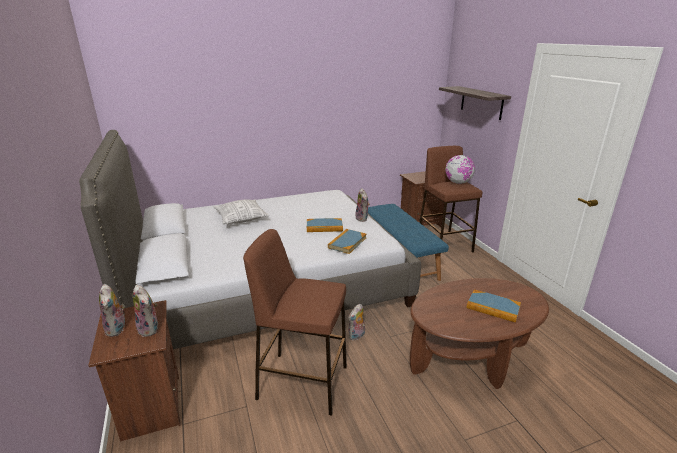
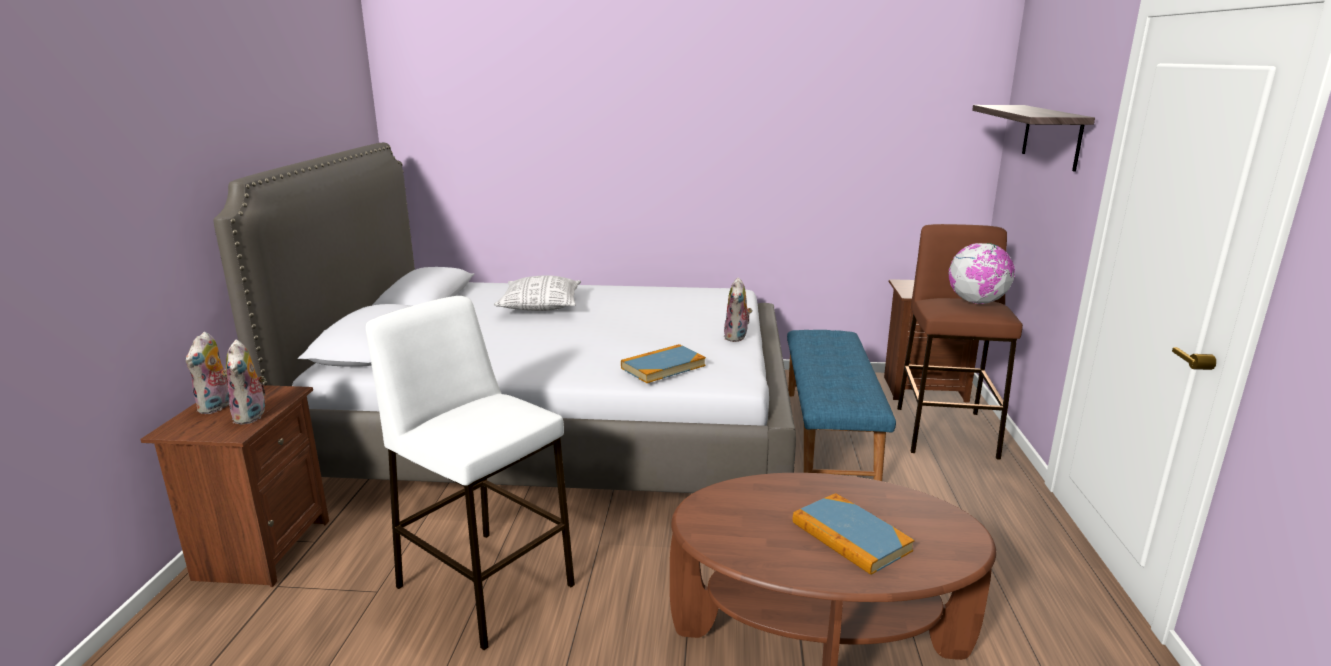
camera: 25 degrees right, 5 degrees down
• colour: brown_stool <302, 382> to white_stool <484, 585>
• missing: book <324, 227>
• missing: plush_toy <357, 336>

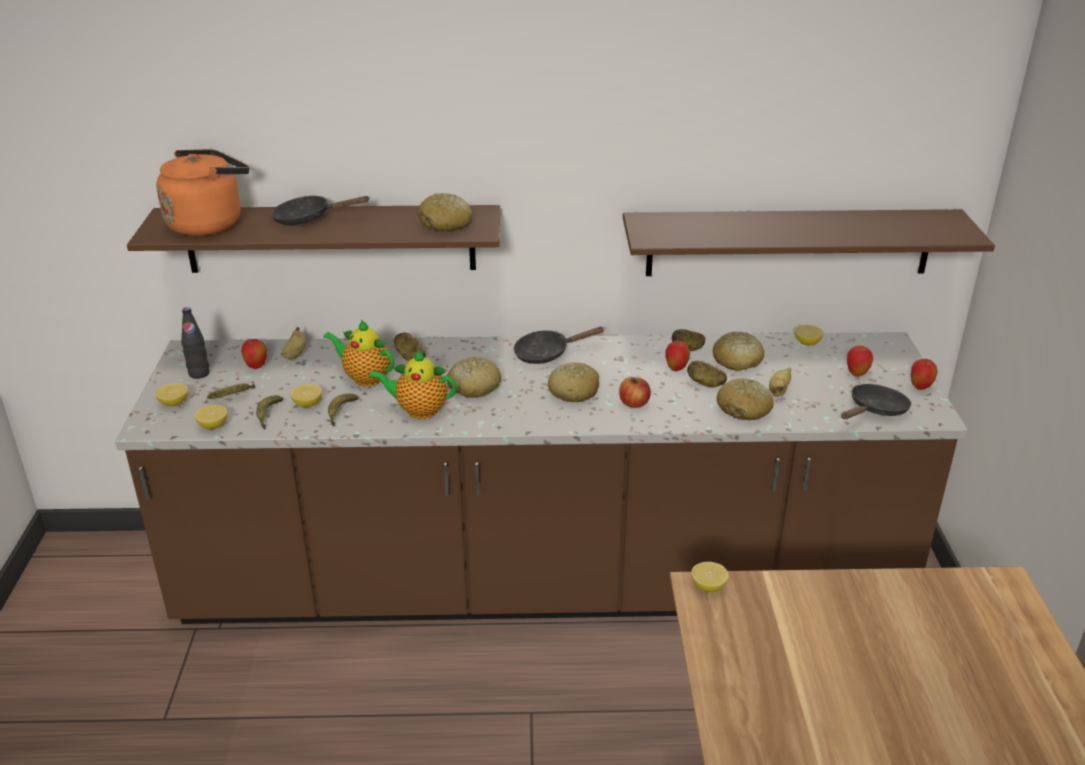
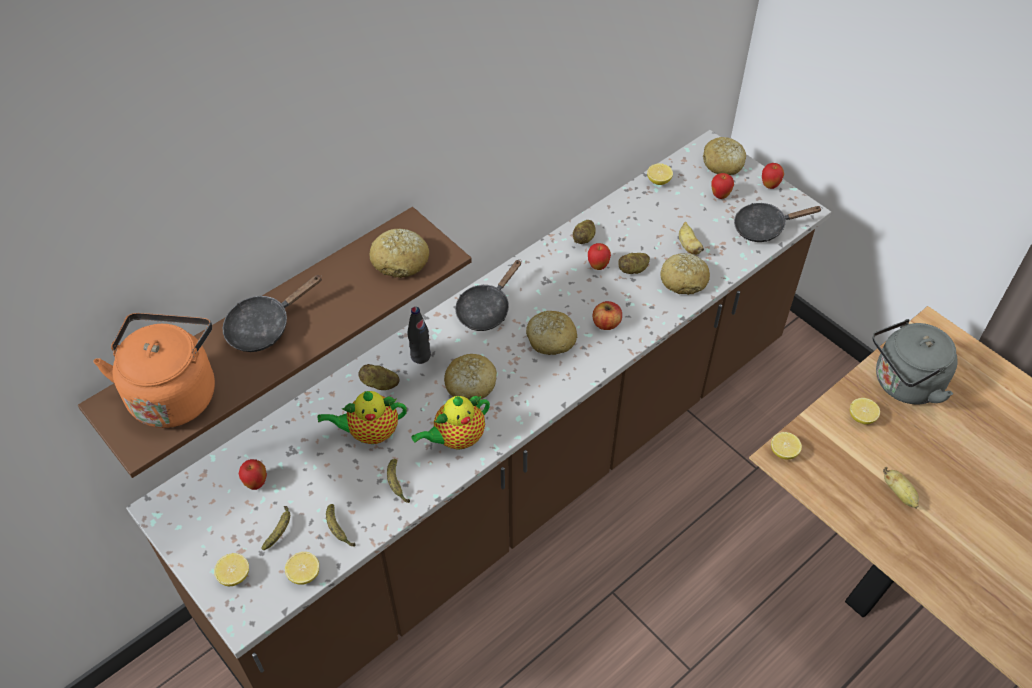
camera: 40 degrees left, 20 degrees up
• relocated: black_bottle <199, 373> to <420, 356>
• relocated: banana <295, 354> to <899, 494>
• relocated: lemon <307, 404> to <861, 417>
• missing: brown_shelf <788, 242>
• relocated: bread <737, 361> to <723, 163>
• spun: black_frying_pan <875, 410> = <764, 227> 105 degrees counterclockwise
• appeared: grey_kettle <903, 384>

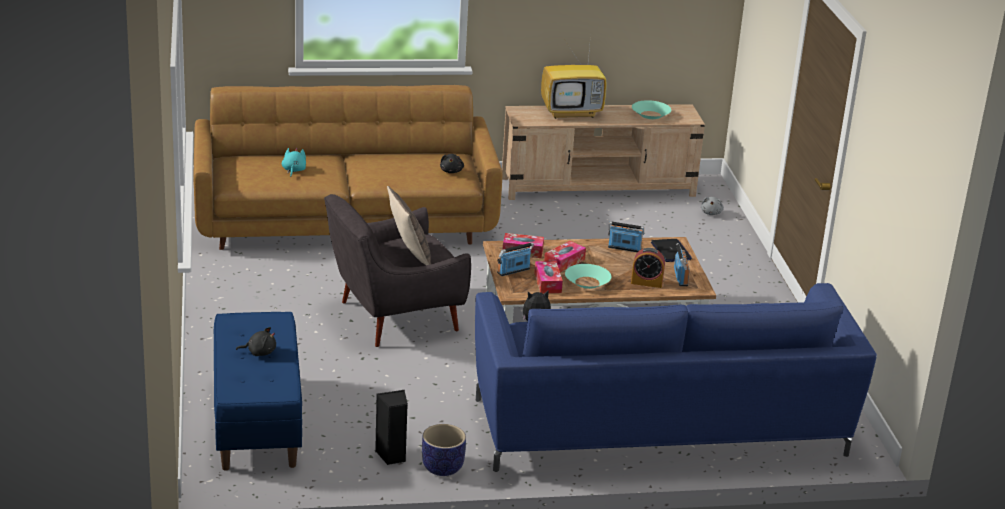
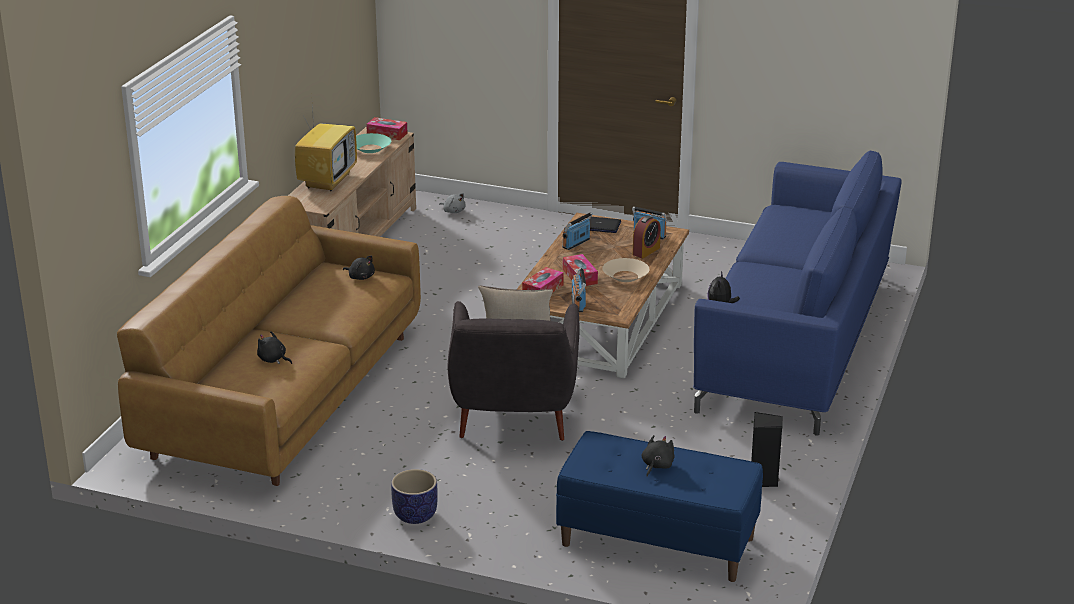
camera: 60 degrees left, 0 degrees up
• colour: turquoise_plush_toy <293, 170> to black_plush_toy <273, 360>
• relocated: planter <442, 468> to <415, 515>
• relocated: tissue_box <547, 283> to <387, 134>
• colour: turquoise_bowl <587, 282> to beige_bowl <625, 276>

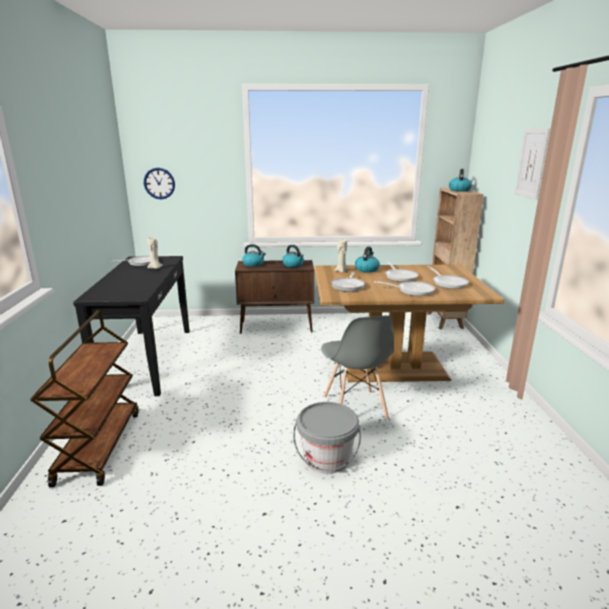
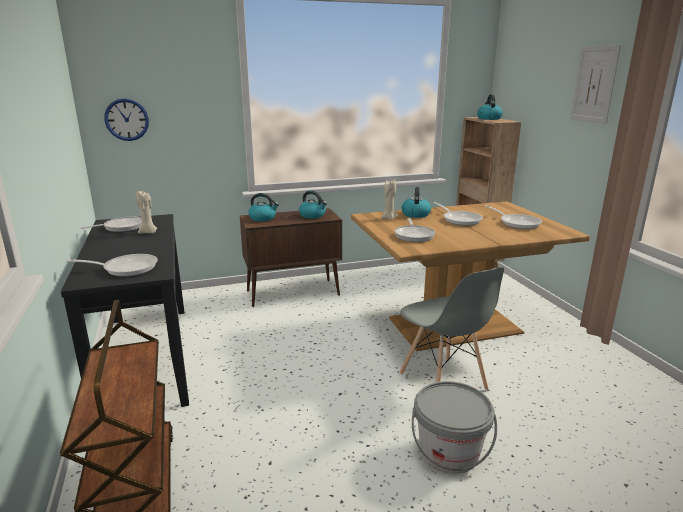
camera: 15 degrees left, 0 degrees up
• relocated: frying_pan <412, 291> to <126, 268>

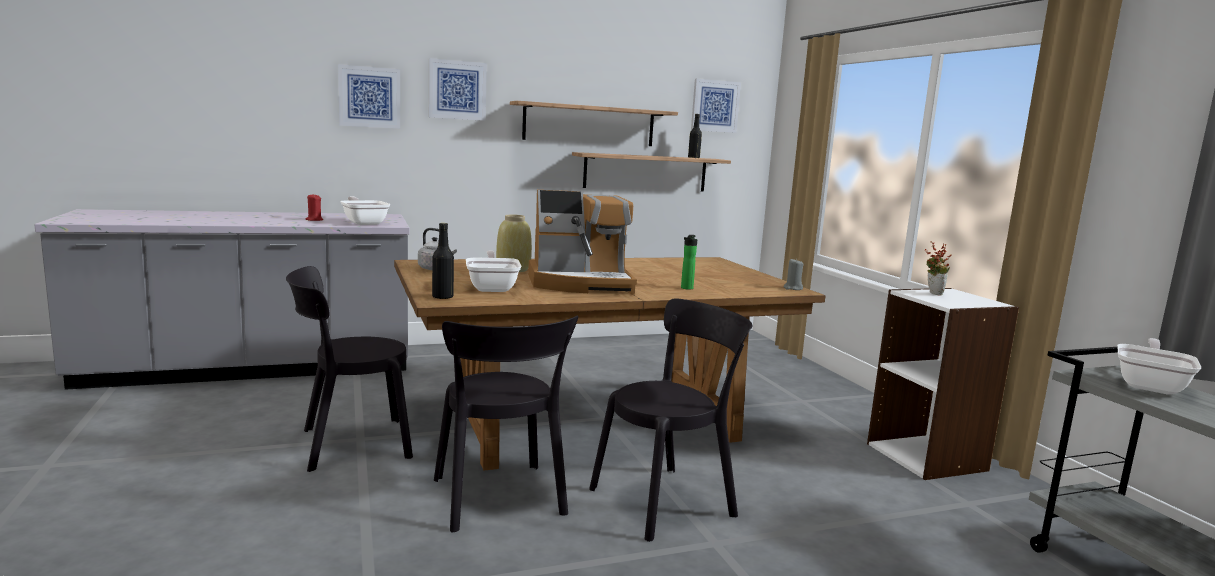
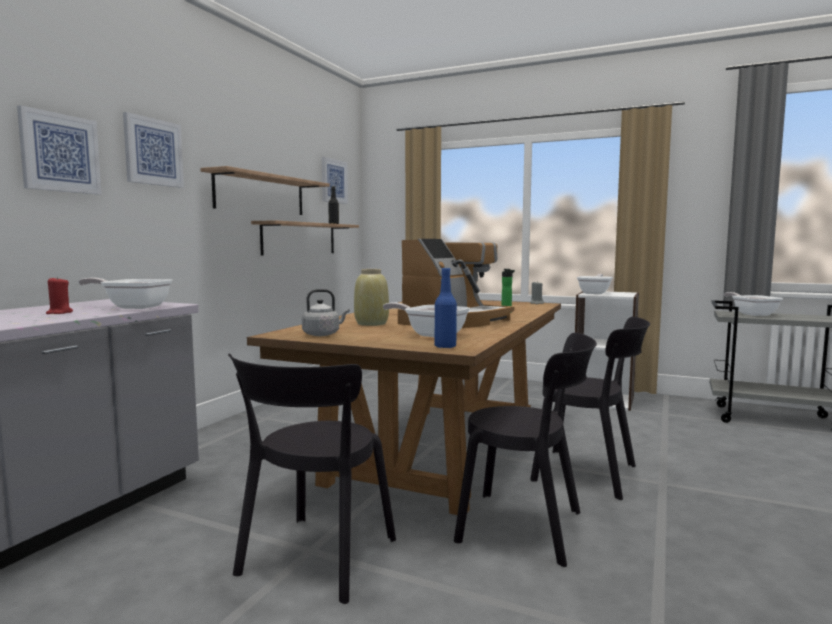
camera: 45 degrees left, 5 degrees down
• colour: black_bottle <442, 297> to blue_bottle <445, 346>
• spun: black_chair <667, 500> = <590, 474> 105 degrees clockwise
• exchanged: potted_plant <932, 293> to frying_pan <595, 293>

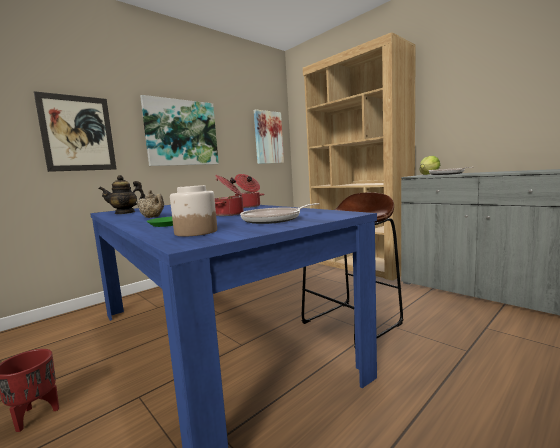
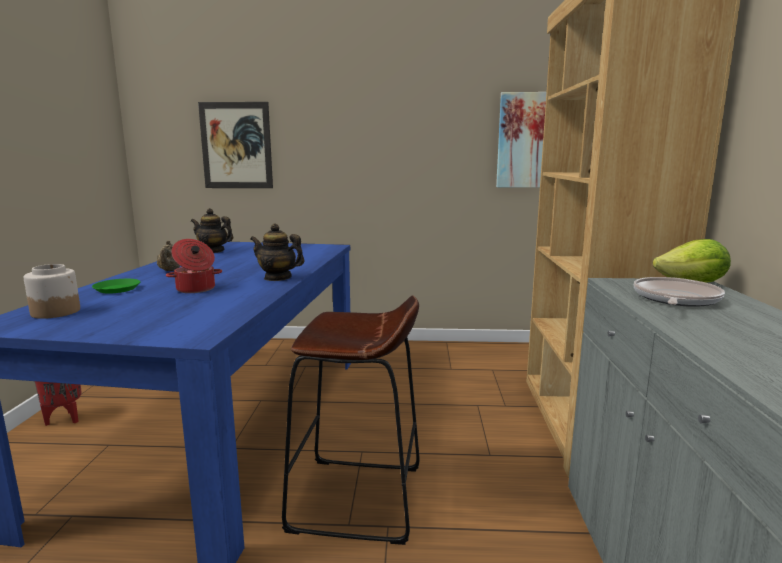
camera: 45 degrees right, 5 degrees up
• missing: picture <181, 133>
• exchanged: cooking_pot <248, 206> to teapot <278, 278>
• missing: frying_pan <274, 220>

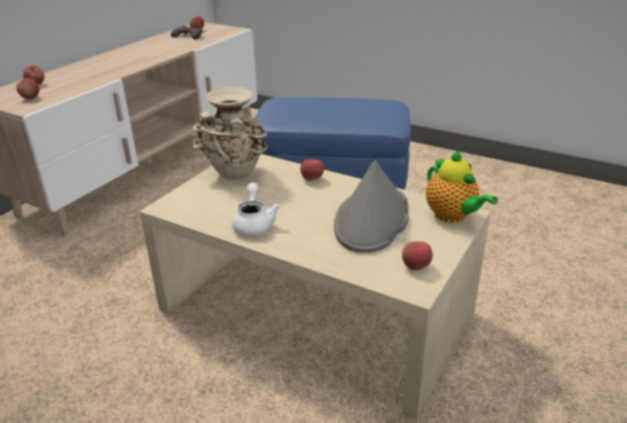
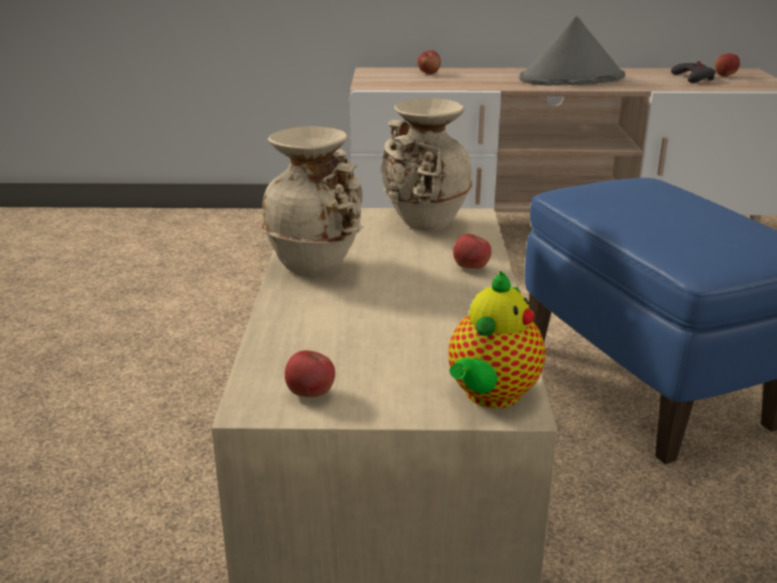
camera: 60 degrees right, 5 degrees down
• missing: apple <30, 98>
• exchanged: white_teapot <254, 224> to beige_vase <317, 266>
• relocated: grey_hat <372, 220> to <571, 79>

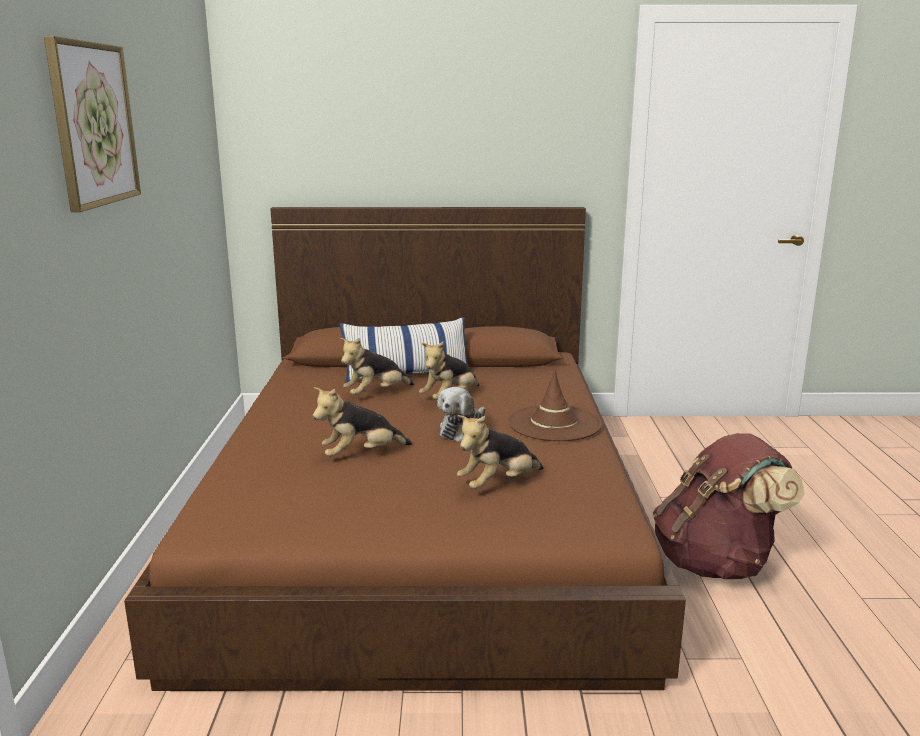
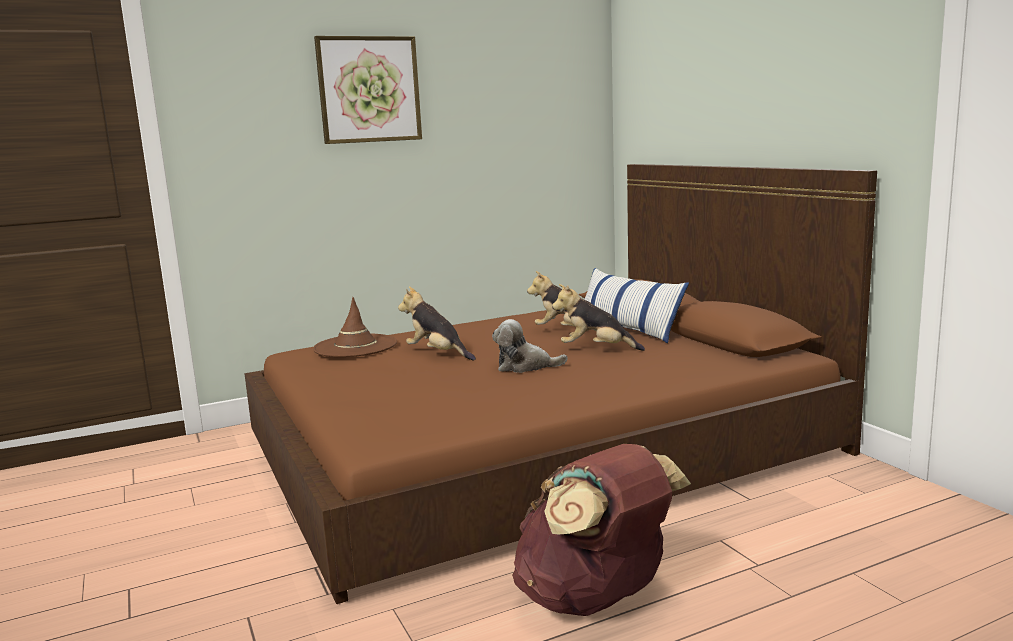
camera: 65 degrees right, 5 degrees down
• missing: plush_toy <498, 484>
• relocated: brown_hat <554, 423> to <355, 346>

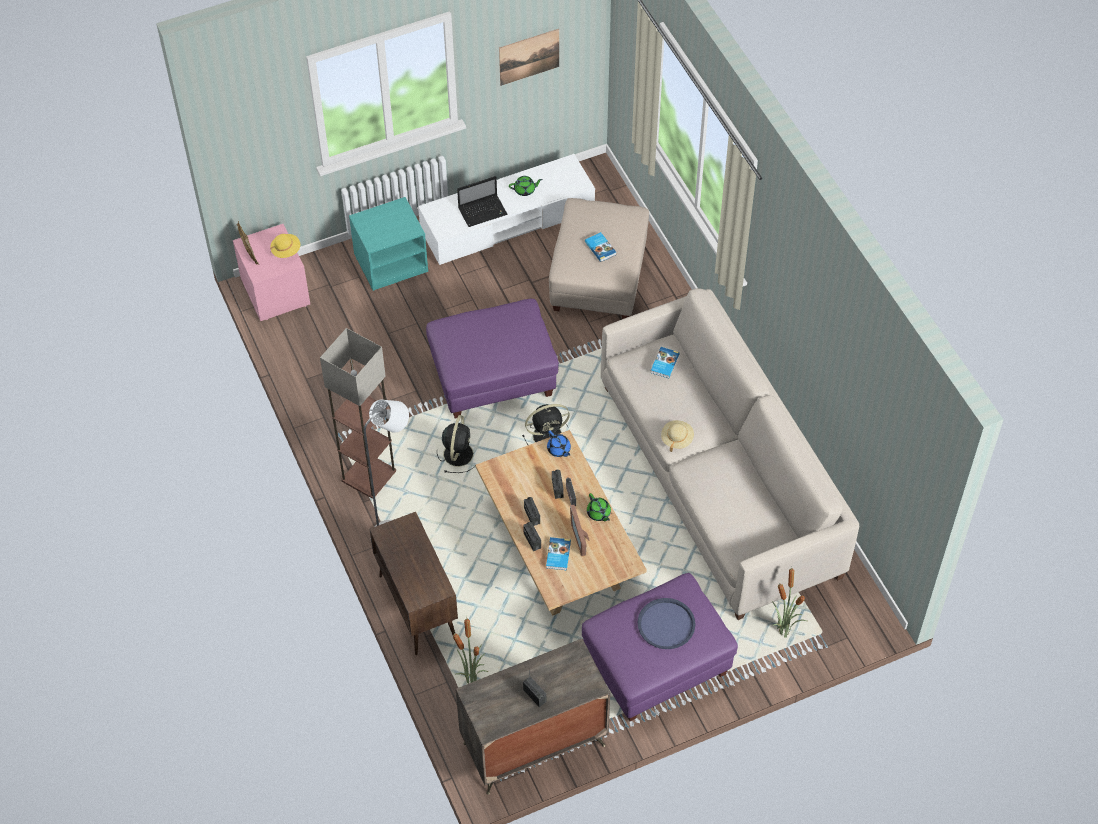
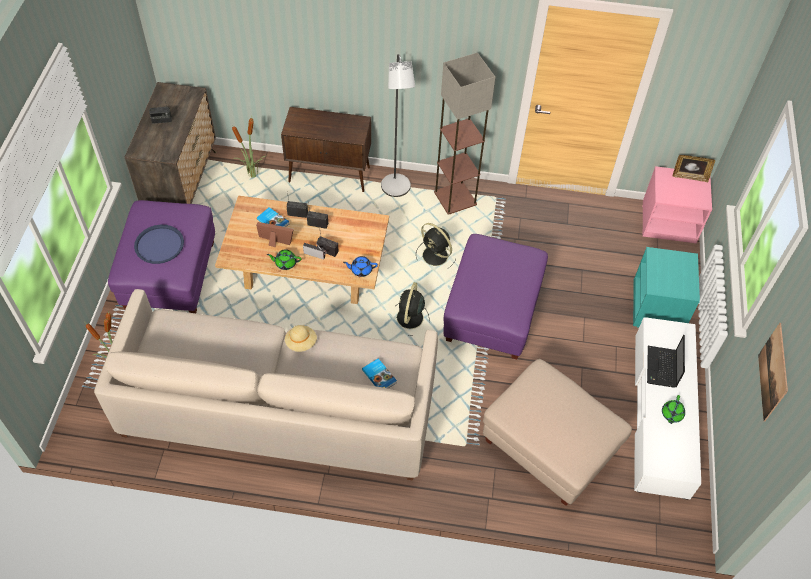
camera: 120 degrees right, 0 degrees up
• missing: yellow_hat <286, 250>
• missing: book <600, 248>

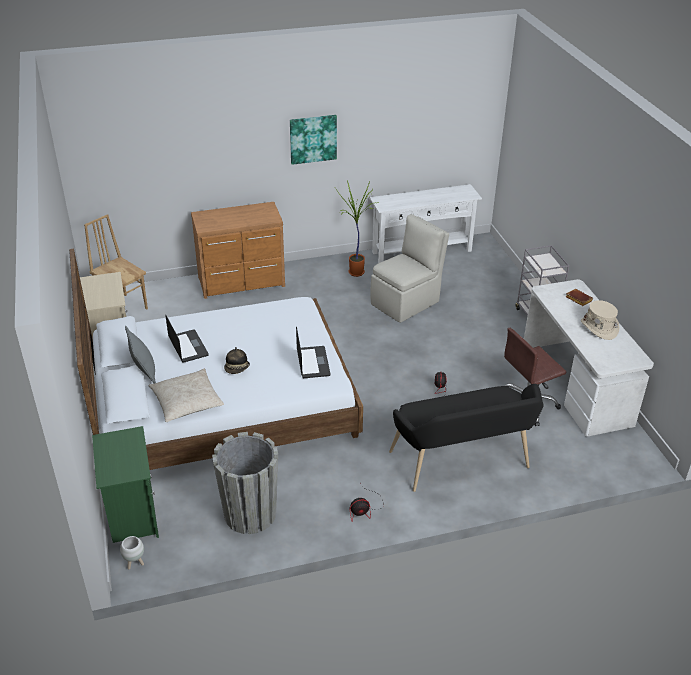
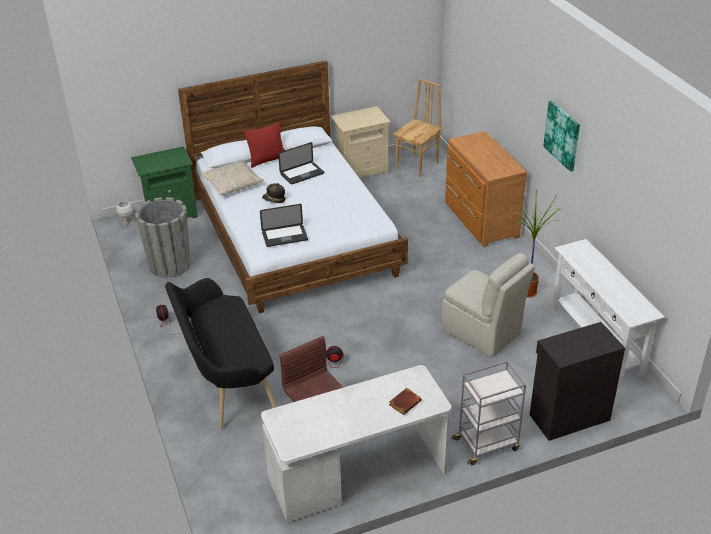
camera: 85 degrees right, 0 degrees up
• colour: grey_pillow <144, 372> to red_pillow <267, 160>
• missing: beige_hat <599, 328>
• appeared: black_cabinet <568, 416>

